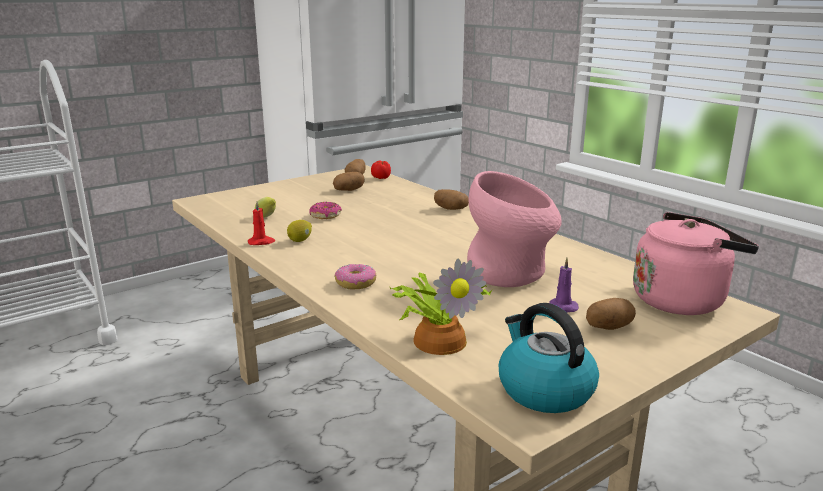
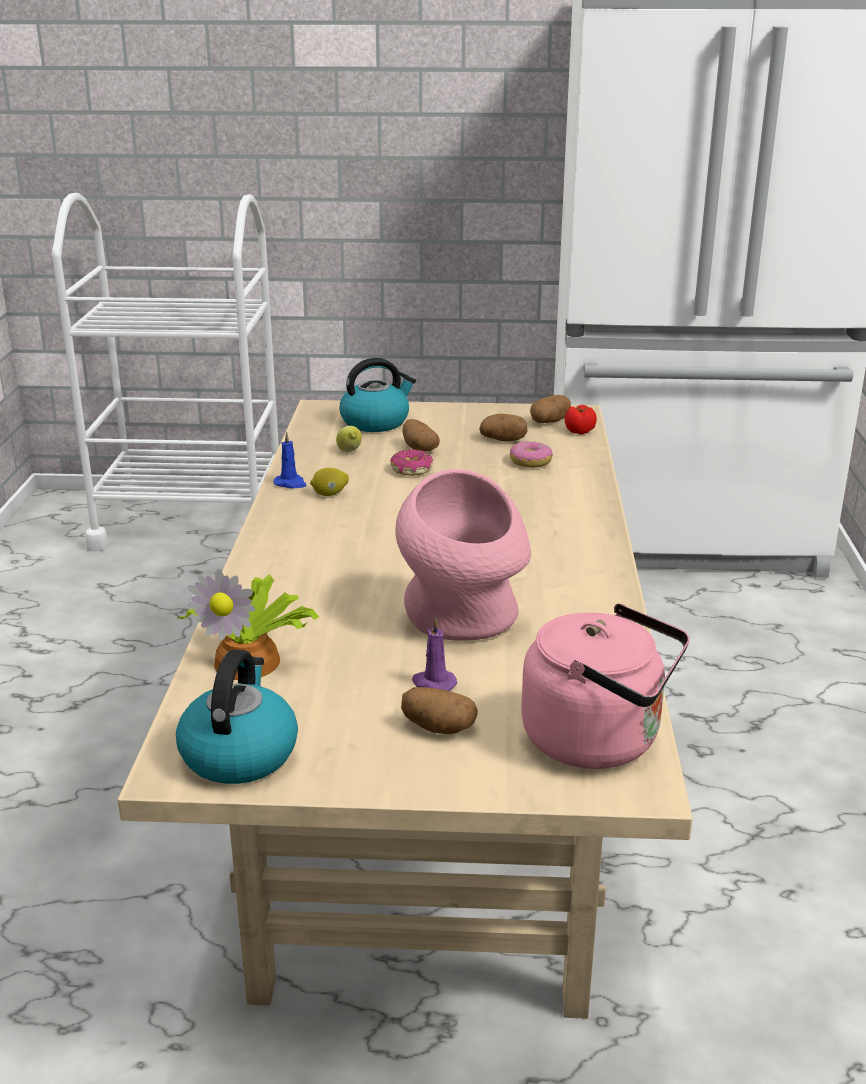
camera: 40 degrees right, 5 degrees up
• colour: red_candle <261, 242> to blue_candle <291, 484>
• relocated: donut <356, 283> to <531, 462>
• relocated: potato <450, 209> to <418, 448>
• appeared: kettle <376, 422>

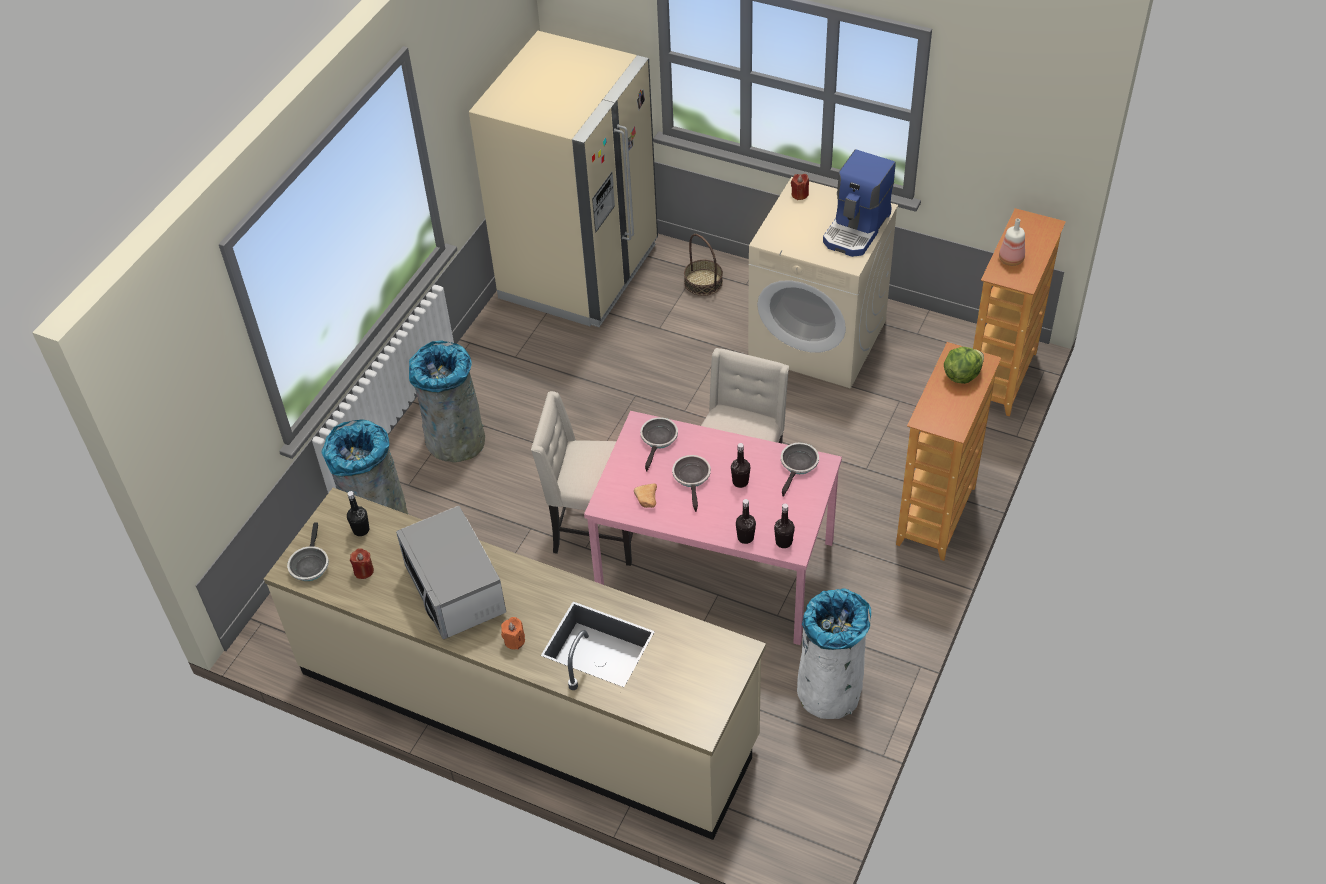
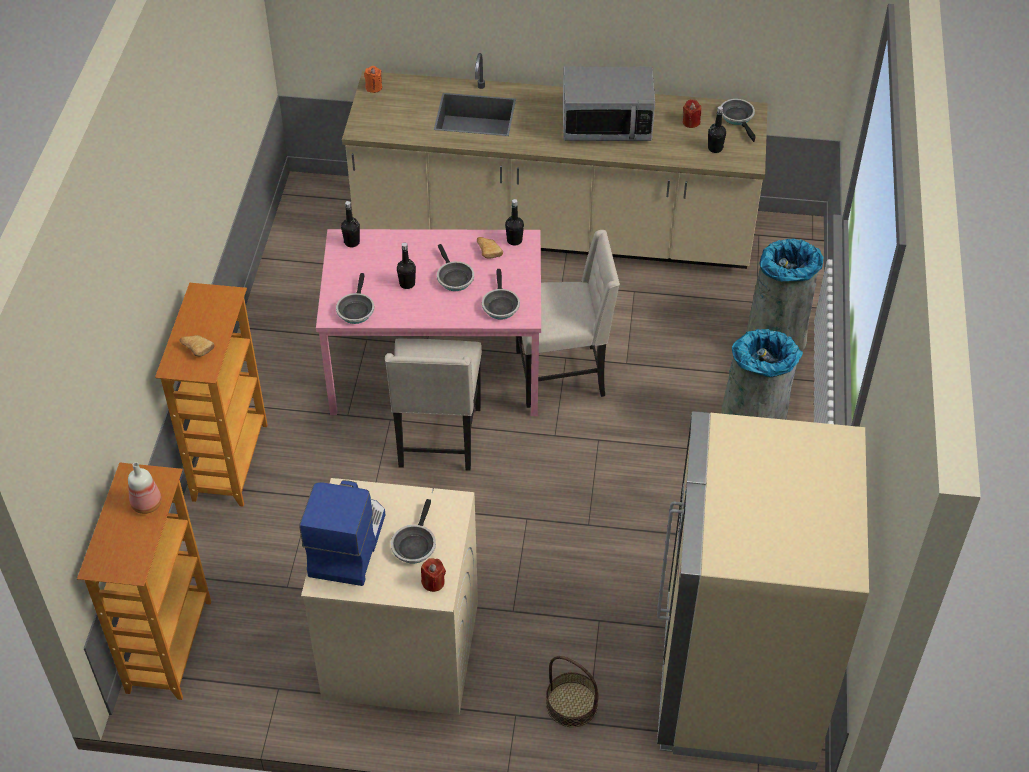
camera: 160 degrees right, 0 degrees up
• spun: microwave <456, 590> = <606, 124> 135 degrees clockwise
• relocated: orange_candle <514, 640> to <373, 87>
• relocated: black_bottle <745, 537> to <514, 240>
• missing: white_trash_can <830, 689>
• exchanged: lettuce <961, 375> to bread <196, 348>
• appeared: frying_pan <414, 544>

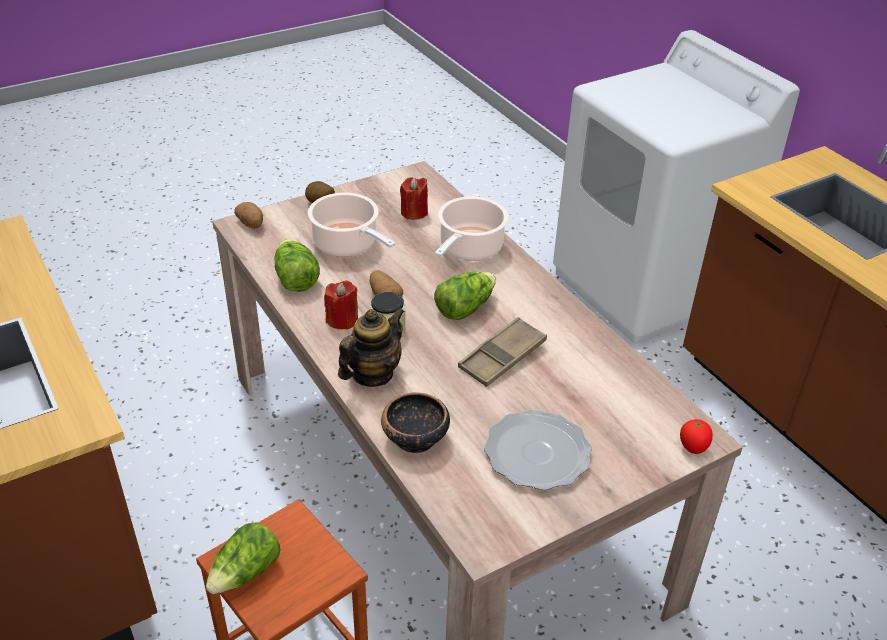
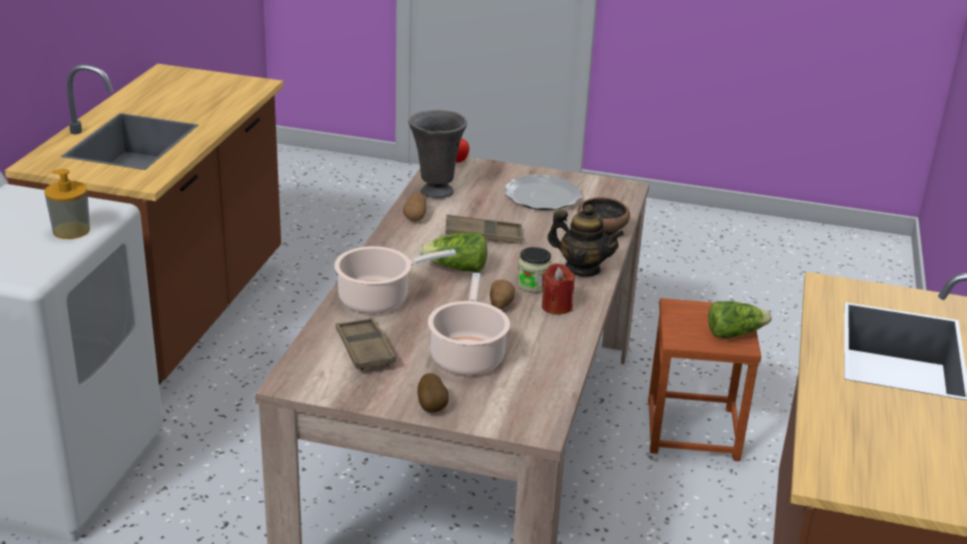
camera: 135 degrees left, 10 degrees down
• relocated: potato <251, 224> to <415, 217>
• missing: lettuce <295, 278>
• spun: teapot <372, 374> = <582, 269> 150 degrees counterclockwise
• exchanged: red_candle <414, 212> to brown_tray <365, 349>
• appeared: soap_dispenser <71, 230>
• appeared: grey_vase <435, 192>

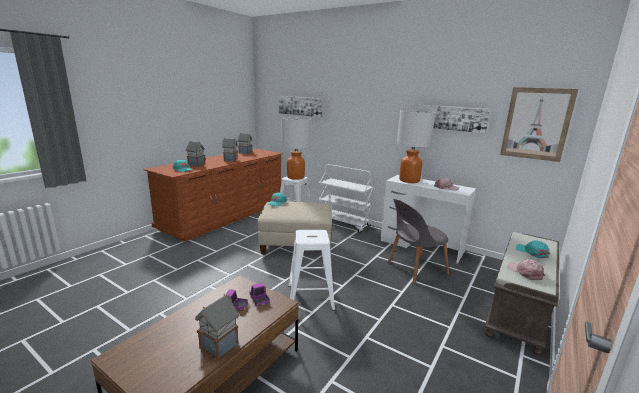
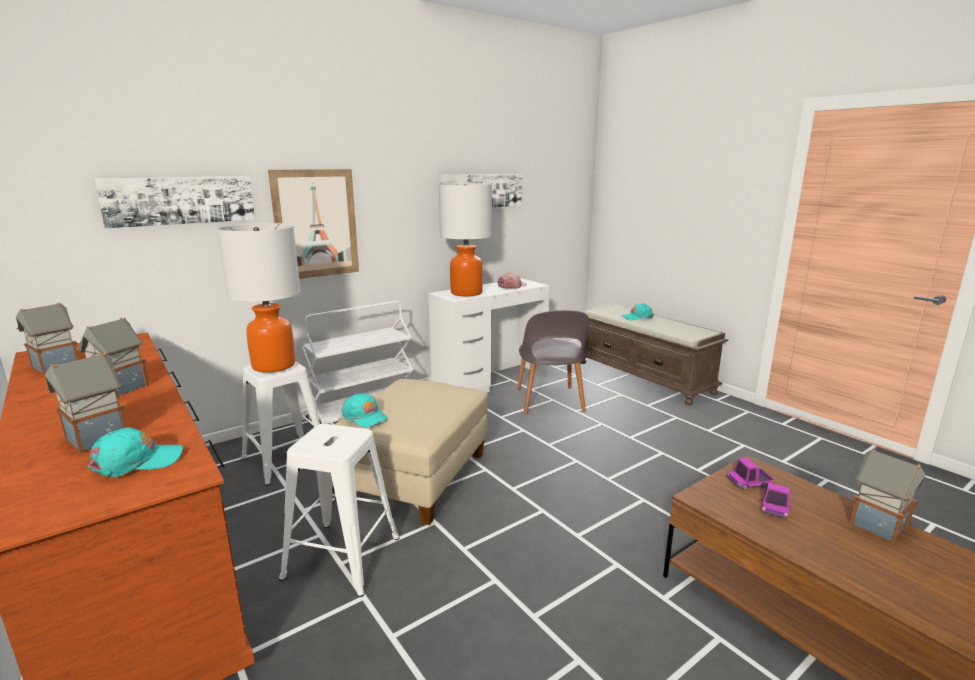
camera: 70 degrees left, 0 degrees up
• relocated: white_stool <311, 296> to <341, 556>
• relocated: picture <536, 124> to <316, 224>
• missing: pink_cap <525, 272>

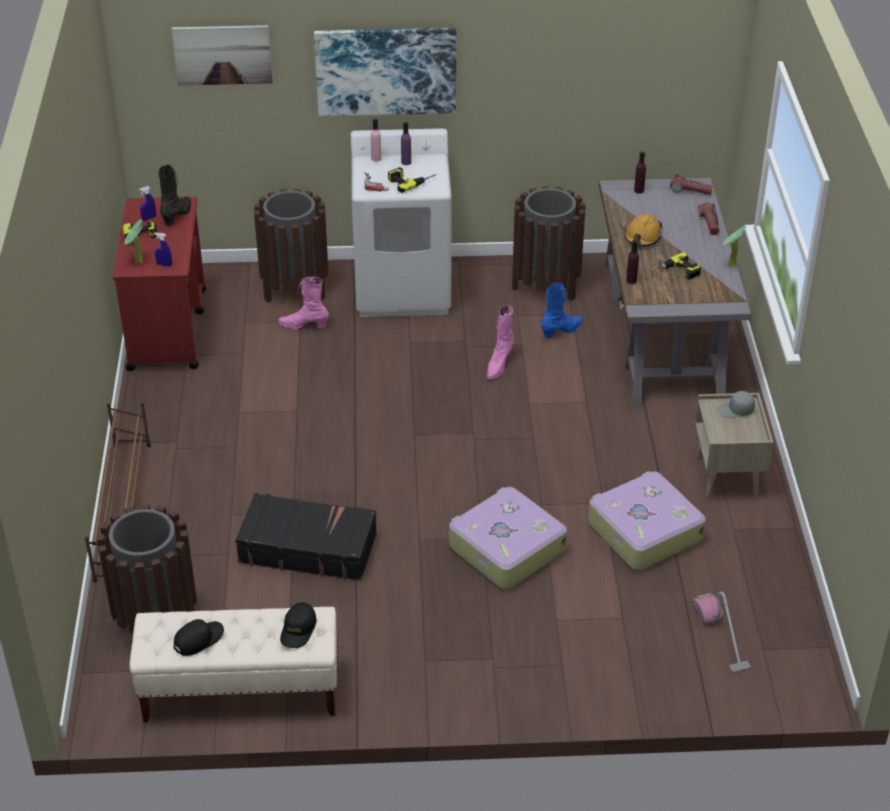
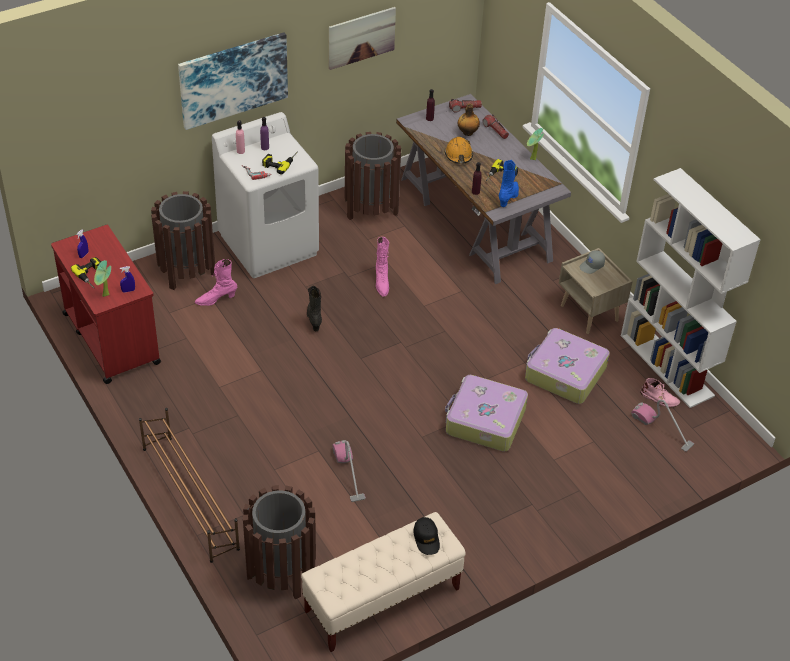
camera: 30 degrees left, 5 degrees up
• relocated: black_boot <178, 215> to <314, 319>
• relocated: picture <222, 54> to <361, 37>
• missing: black_cap <198, 639>
• exchanged: black_suitcase <307, 547> to vacuum_cleaner <348, 473>
• relocated: blue_boot <562, 331> to <509, 197>
• appeared: bottle <467, 133>
• appeared: white_bookcase <667, 365>
• appeared: pink_boot <660, 398>

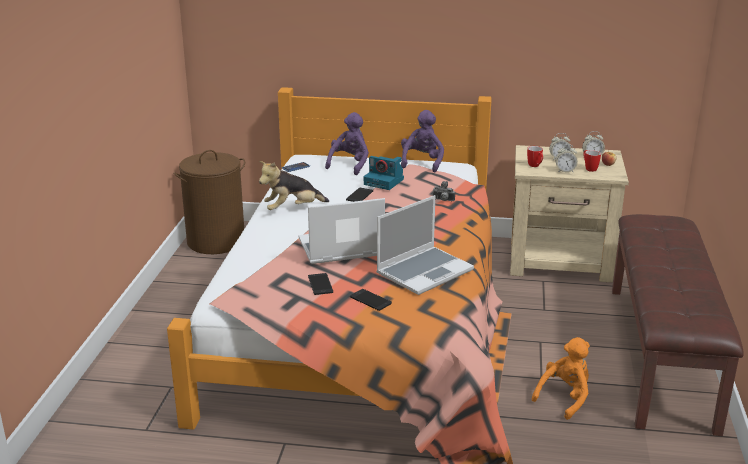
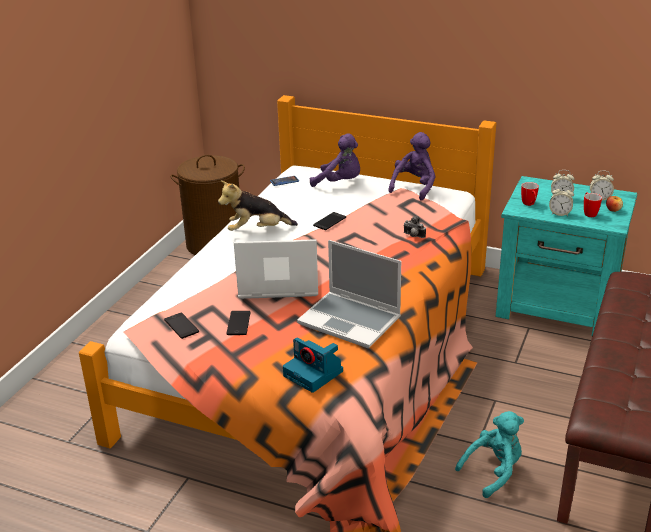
camera: 15 degrees right, 5 degrees up
• spun: purple_plush_toy <350, 164> = <340, 183> 75 degrees clockwise
• relocated: phone <370, 300> to <181, 326>
• relocated: photo_camera <385, 182> to <314, 374>
• spun: laptop <424, 271> = <351, 321> 60 degrees clockwise
• colour: beige_nightstand <561, 261> to turquoise_nightstand <559, 306>
• colour: orange_plush_toy <565, 398> to turquoise_plush_toy <493, 471>

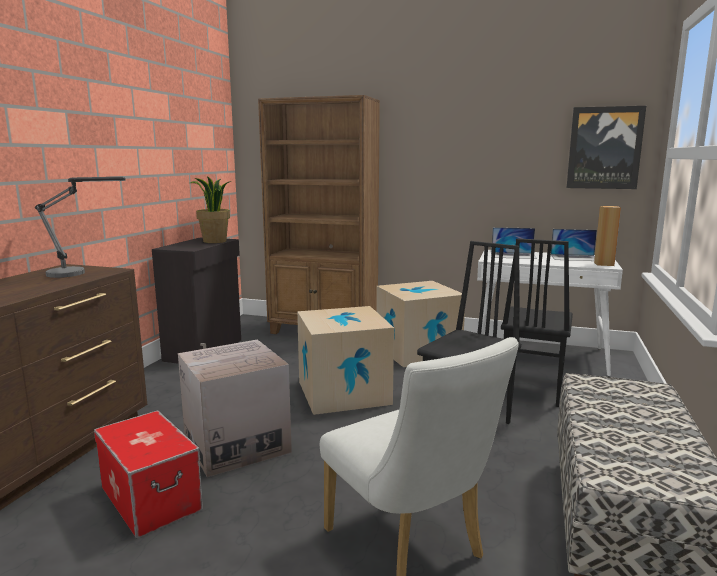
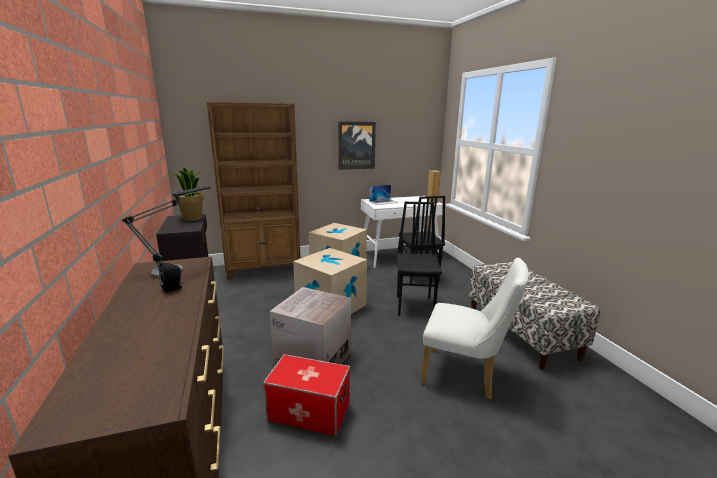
camera: 35 degrees left, 5 degrees up
• missing: laptop <575, 258>
• relocated: picture <604, 148> to <356, 145>
• appeared: black_speaker <173, 288>

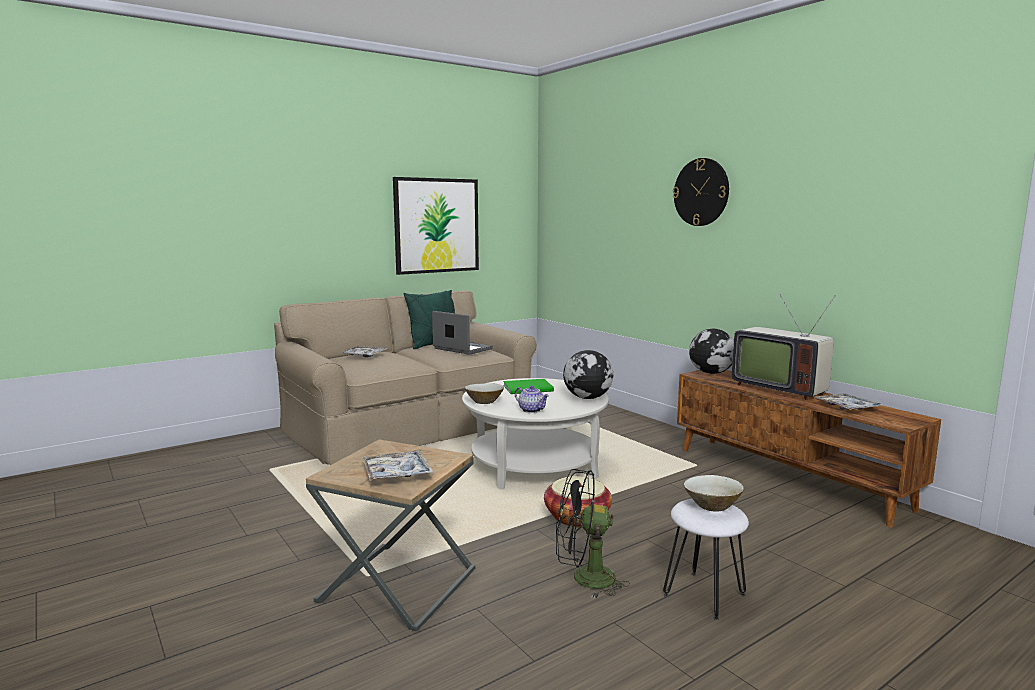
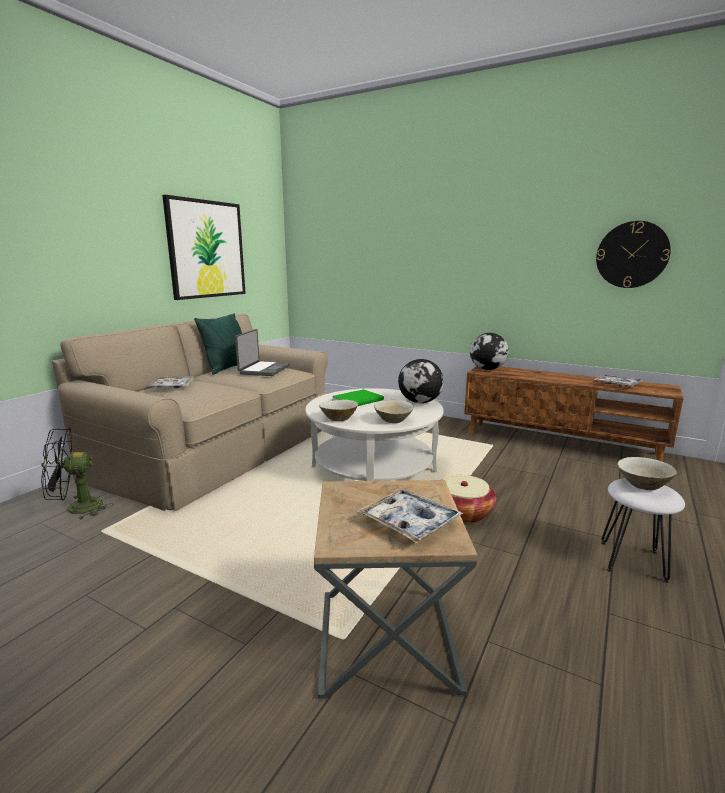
camera: 25 degrees left, 5 degrees up
• spun: laptop <462, 349> = <263, 370> 90 degrees clockwise
• exchanged: teapot <532, 410> to beige_bowl <393, 420>
• relocated: black_fan <584, 579> to <76, 509>
• relocated: wall_clock <701, 192> to <632, 255>
• missing: television <779, 388>

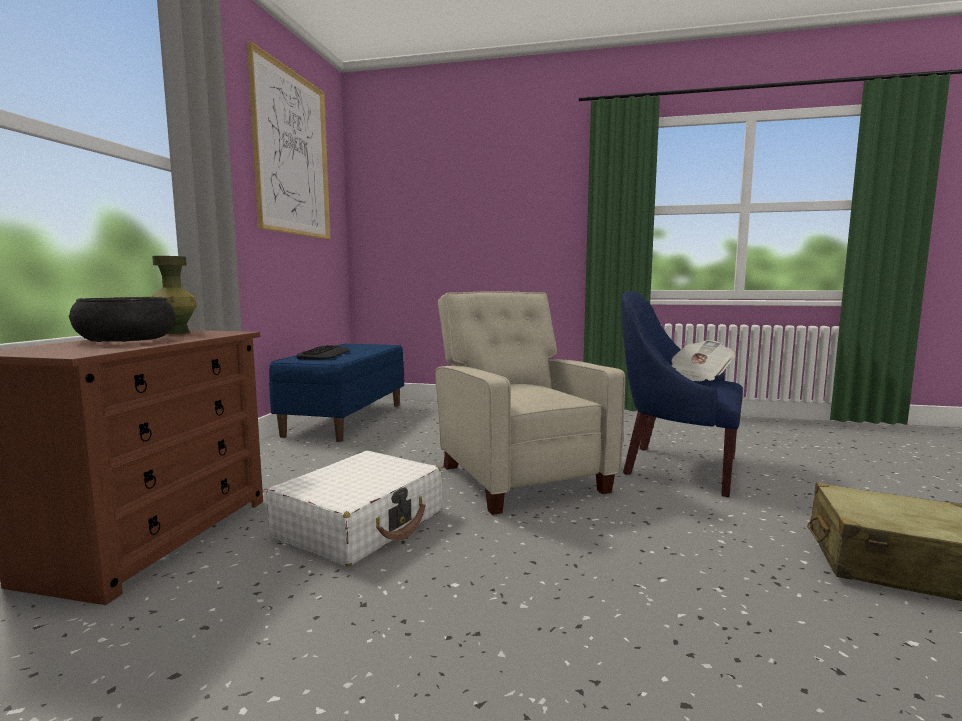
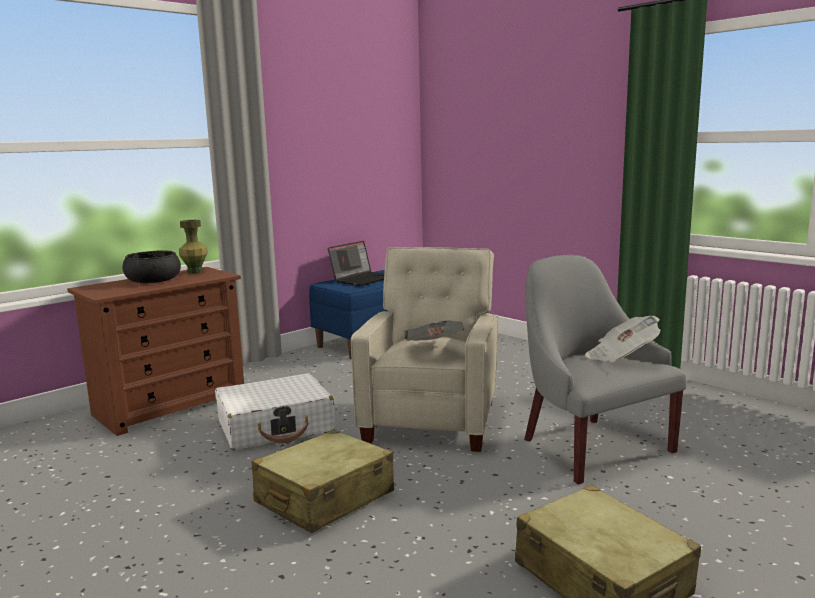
camera: 35 degrees right, 5 degrees up
• missing: picture <292, 154>
• exchanged: keyboard <324, 354> to laptop <362, 279>
• colour: blue_armchair <677, 467> to grey_armchair <591, 446>
• appeared: beige_suitcase <324, 498>
• appeared: newspaper <433, 348>

